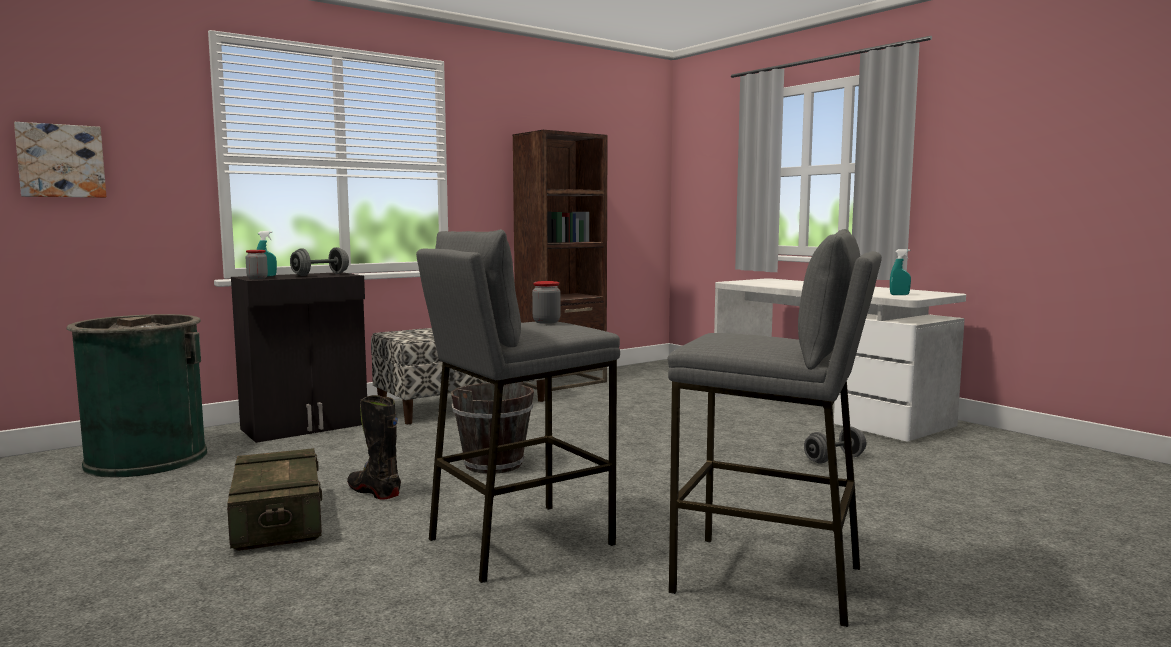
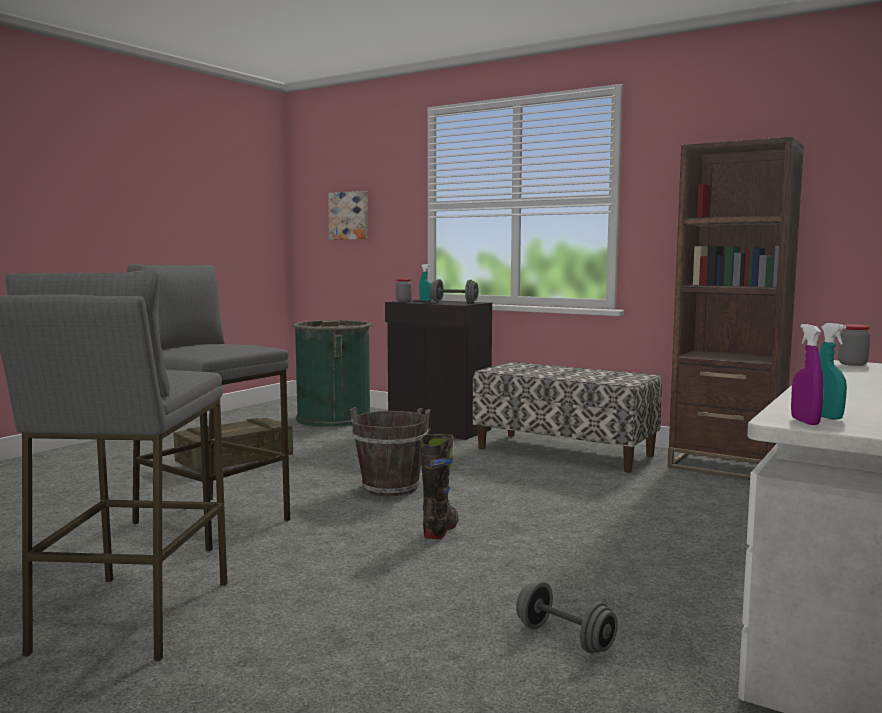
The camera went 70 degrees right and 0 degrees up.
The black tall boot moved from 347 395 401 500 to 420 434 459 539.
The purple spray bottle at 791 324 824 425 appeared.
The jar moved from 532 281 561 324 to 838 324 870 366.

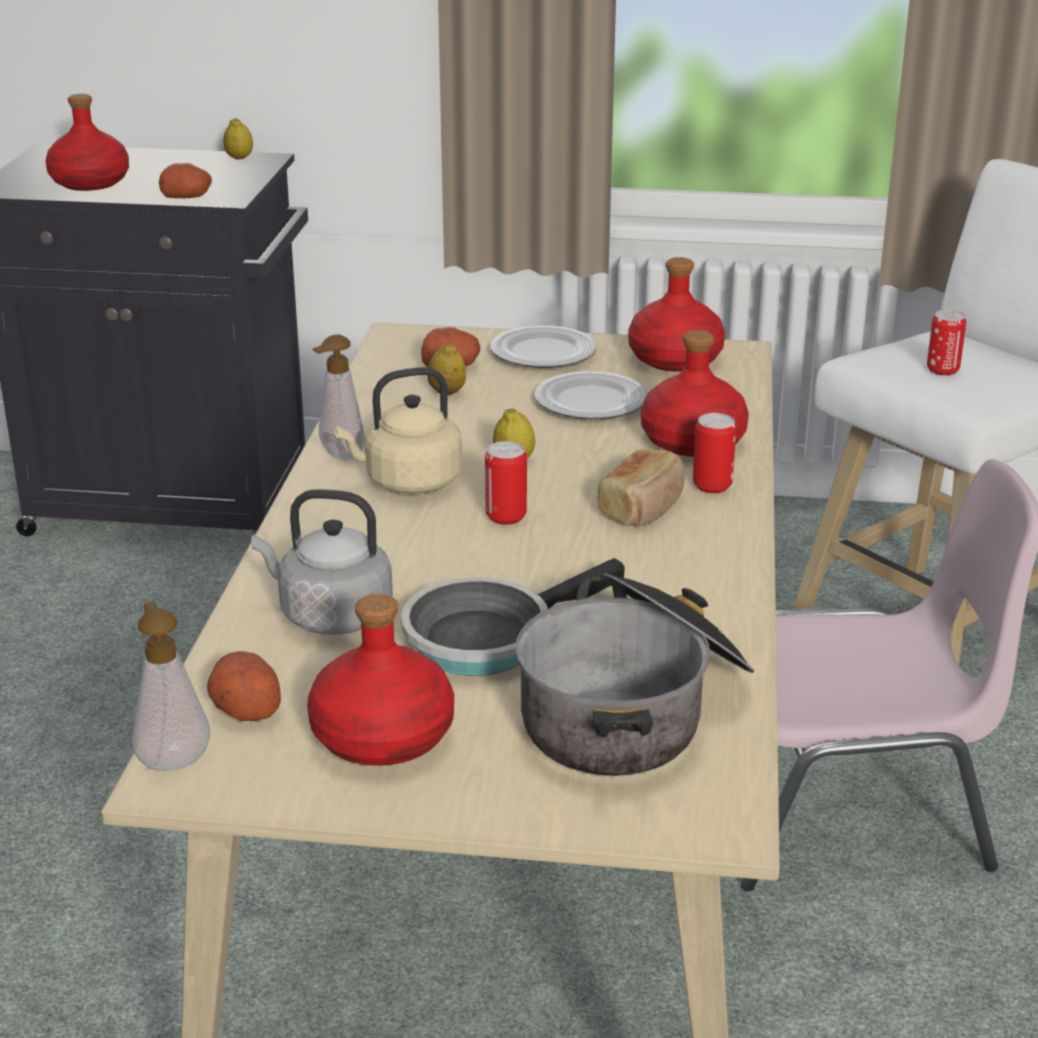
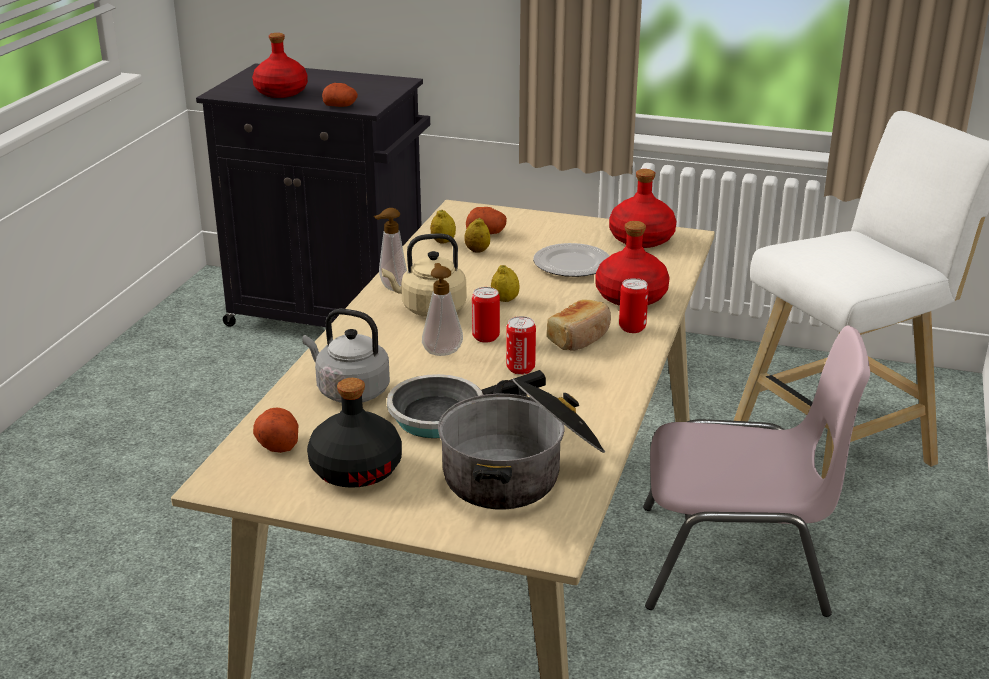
The camera went 10 degrees right and 0 degrees up.
The reddish beverage bottle at 307 594 454 766 became the black beverage bottle at 307 378 402 488.
The soap dispenser moved from 132 601 210 771 to 422 263 463 356.
The citrus fruit moved from 223 118 253 159 to 430 210 456 244.
The can moved from 927 310 966 376 to 506 316 536 375.
The plate at 491 325 597 368 disappeared.

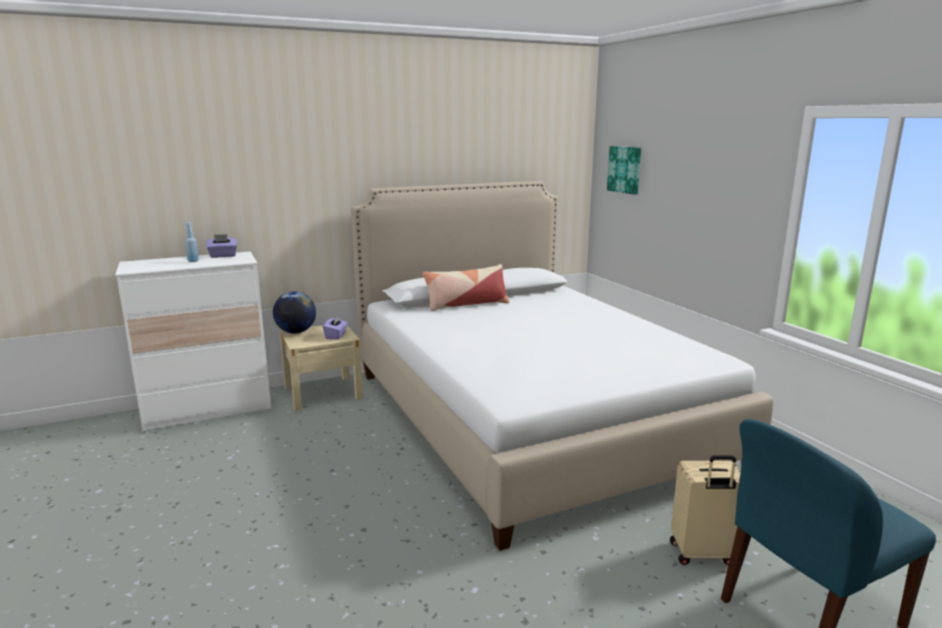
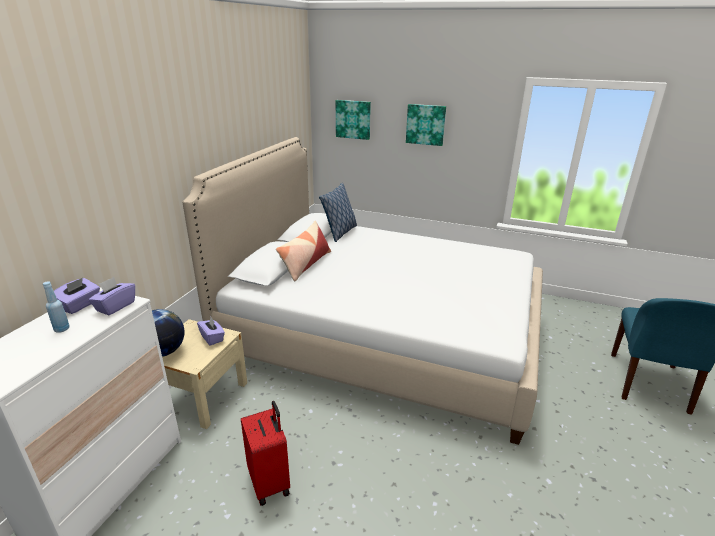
The camera went 45 degrees left and 10 degrees up.
The purple box of tissues at 88 277 135 315 appeared.
The reddish travel case at 241 401 290 506 appeared.
The throw pillow at 319 183 357 242 appeared.
The wall picture at 406 104 446 146 appeared.
The beige travel case at 670 455 741 565 disappeared.

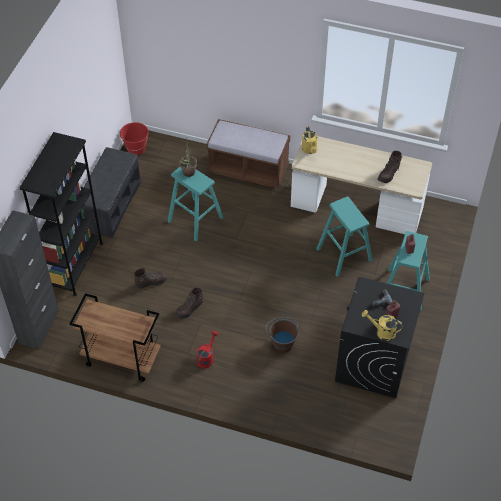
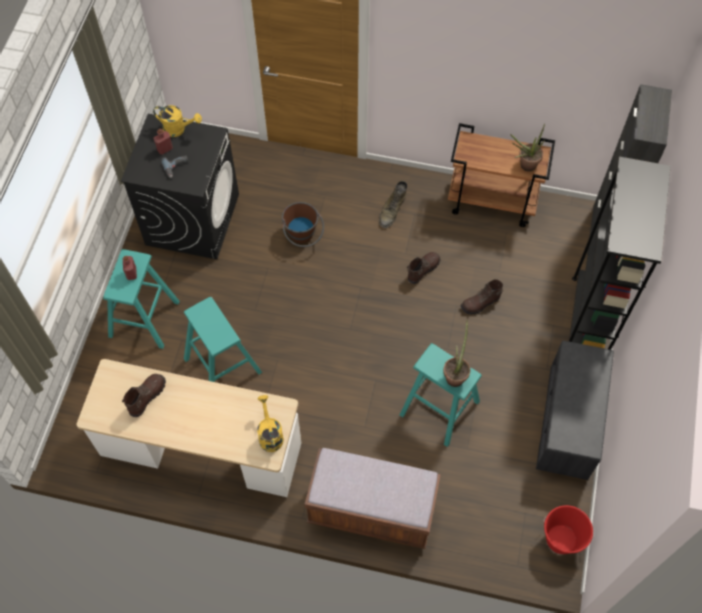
The camera went 175 degrees right and 10 degrees up.
The reddish sprinkling can at 196 331 218 368 was replaced by the green tall boot at 379 181 408 228.
The potted plant at 510 124 545 172 appeared.

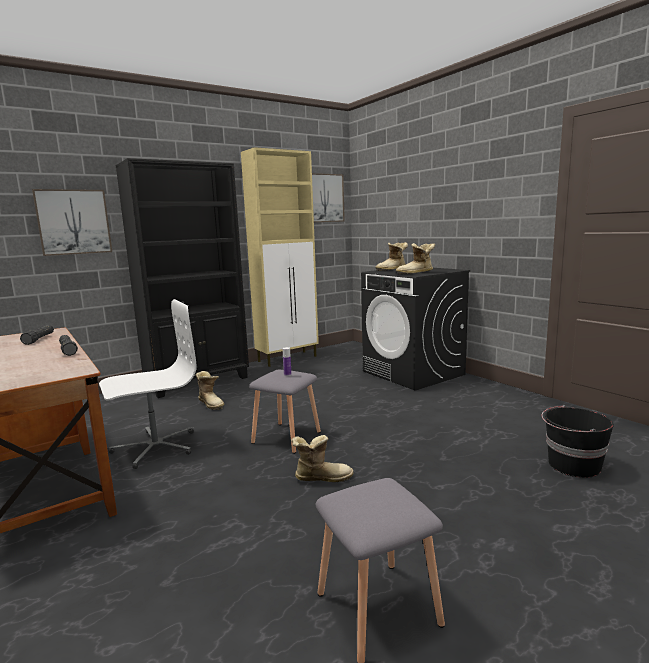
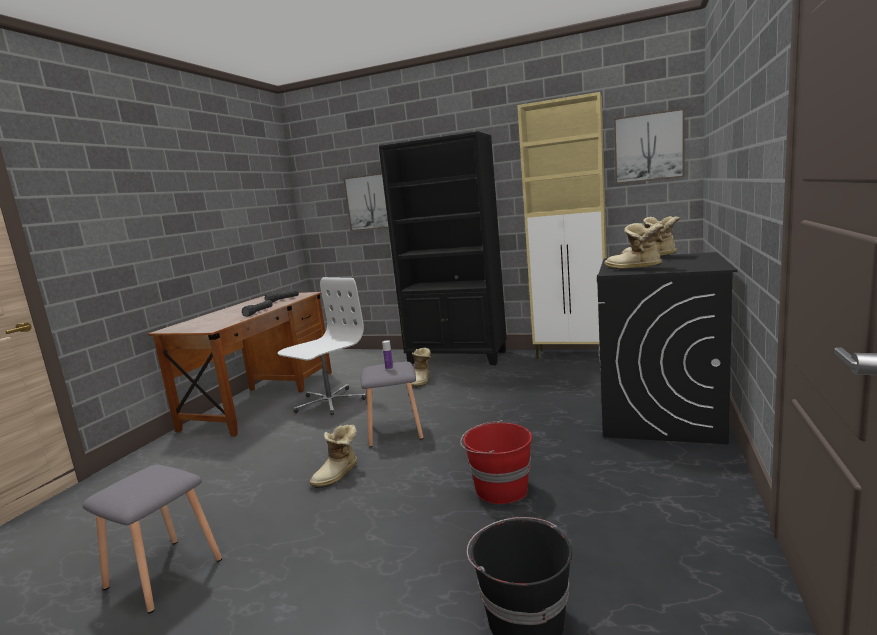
The camera went 55 degrees right and 0 degrees up.
The whitish desk chair at 99 299 197 469 turned 75 degrees counterclockwise.
The tall boot at 291 435 354 482 turned 75 degrees clockwise.
The reddish water bucket at 460 420 532 504 appeared.

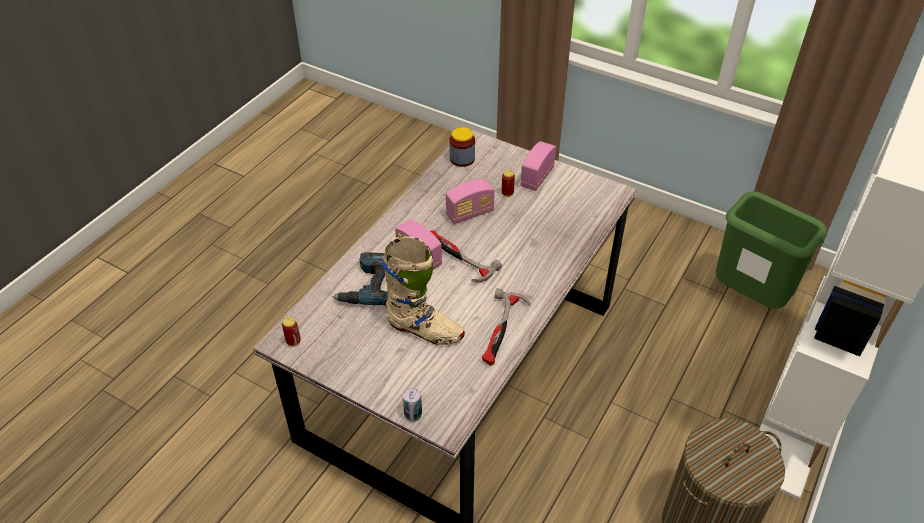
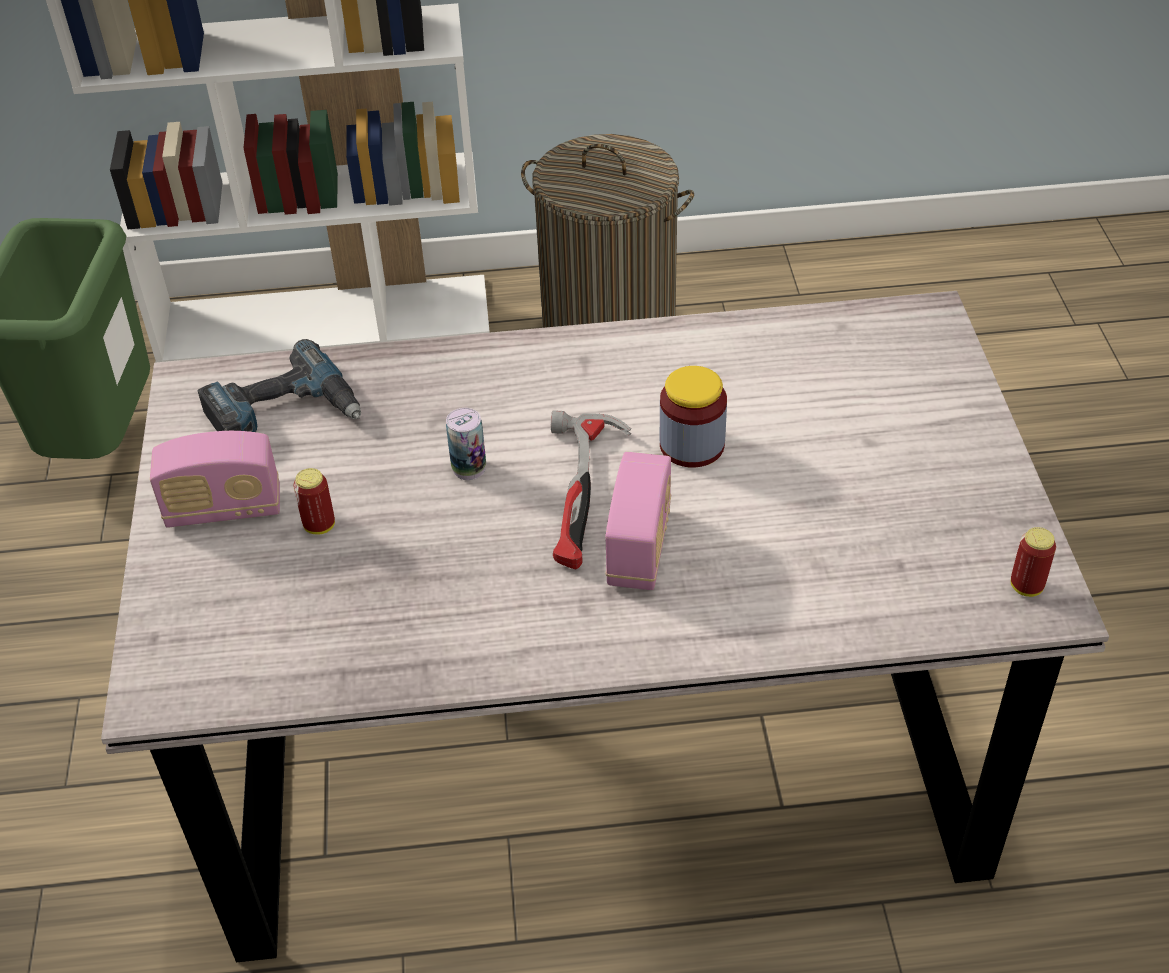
The camera went 125 degrees left and 0 degrees up.
The power drill moved from 332 252 388 306 to 198 339 361 432.
The can moved from 403 388 422 422 to 446 408 486 480.
The jar moved from 449 127 475 167 to 660 366 727 467.
The beige tall boot at 382 236 465 345 disappeared.
The radio receiver at 446 179 495 224 disappeared.
The tool hammer at 482 288 531 366 disappeared.

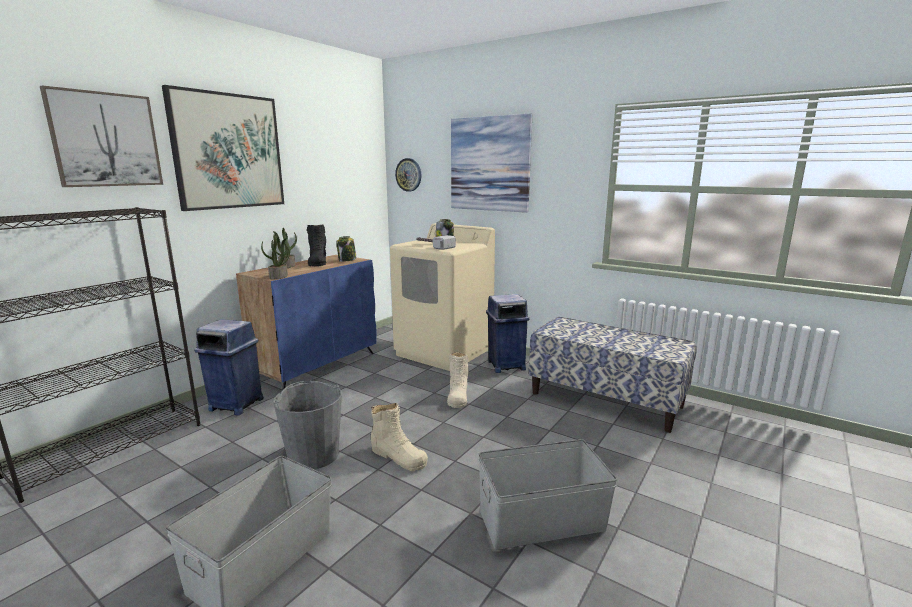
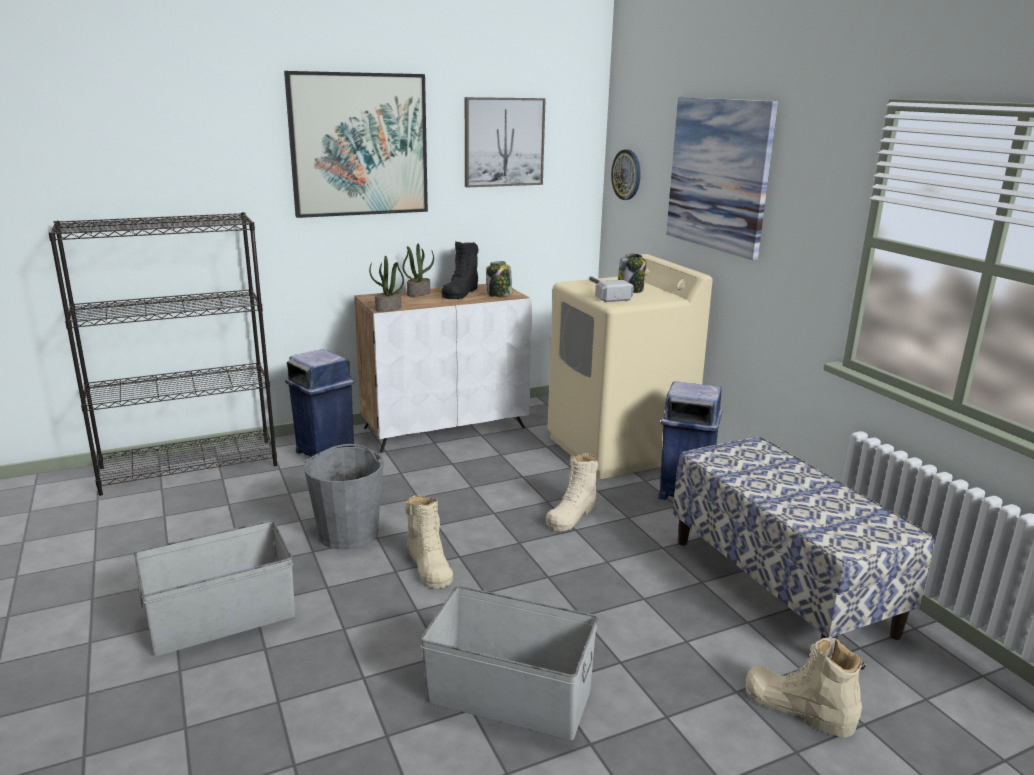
The camera went 30 degrees right and 5 degrees up.
The blue cabinet at 236 255 377 391 became the whitish cabinet at 354 284 532 452.
The wall picture moved from 40 85 163 187 to 465 97 546 187.
The beige tall boot at 745 638 866 738 appeared.

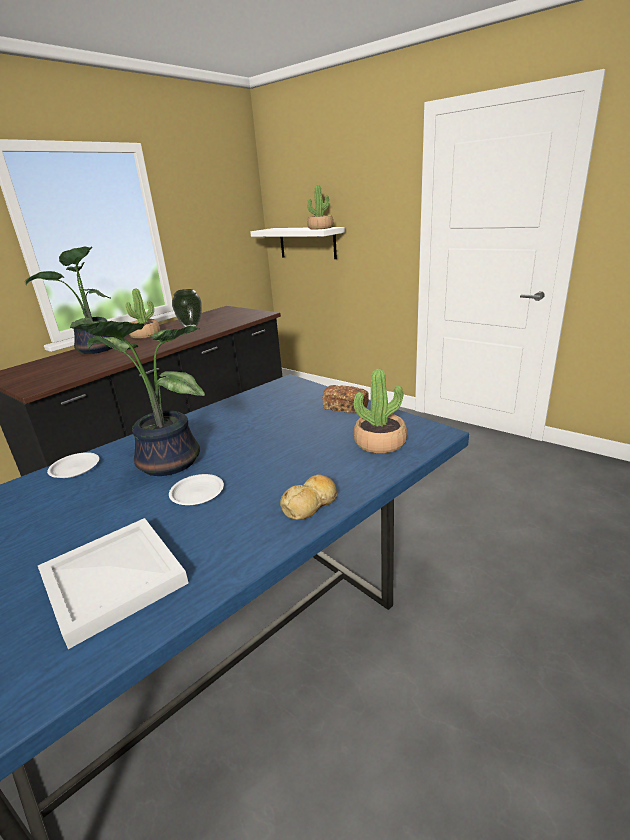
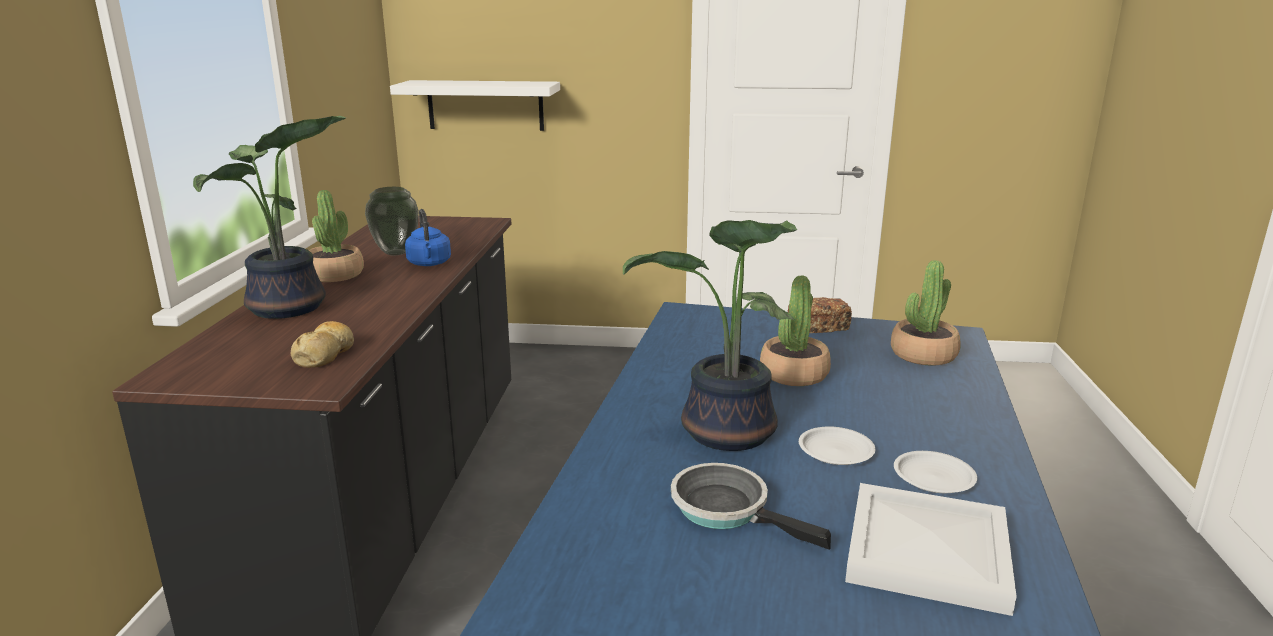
The camera went 35 degrees left and 5 degrees down.
The bread moved from 280 475 337 520 to 291 321 354 368.
The blue water kettle at 405 209 451 266 appeared.
The pan at 671 463 831 550 appeared.
The potted plant moved from 307 185 333 230 to 760 275 831 386.
The whitish plate moved from 47 452 99 478 to 894 451 977 493.

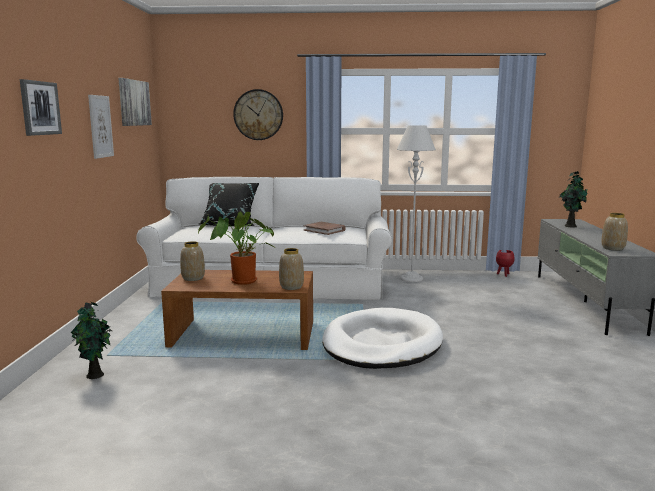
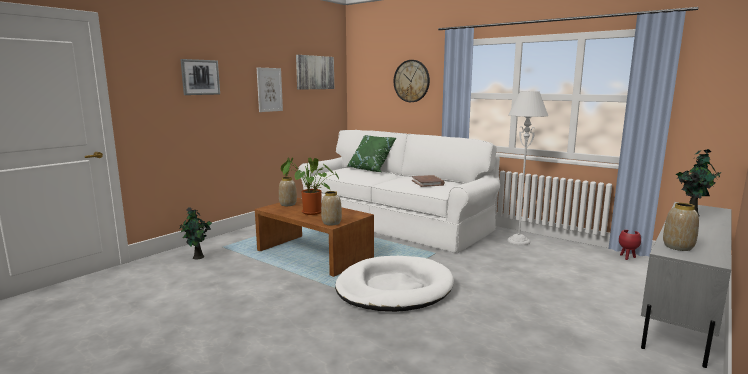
The camera went 35 degrees right and 0 degrees up.
The black throw pillow at 199 183 259 226 became the green throw pillow at 348 135 396 172.

